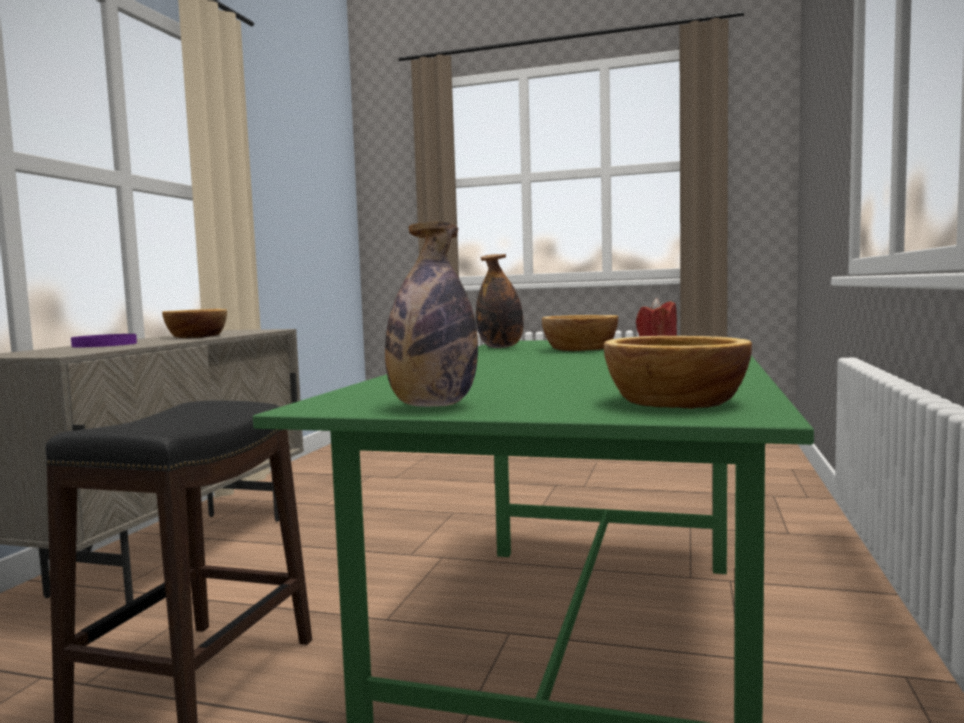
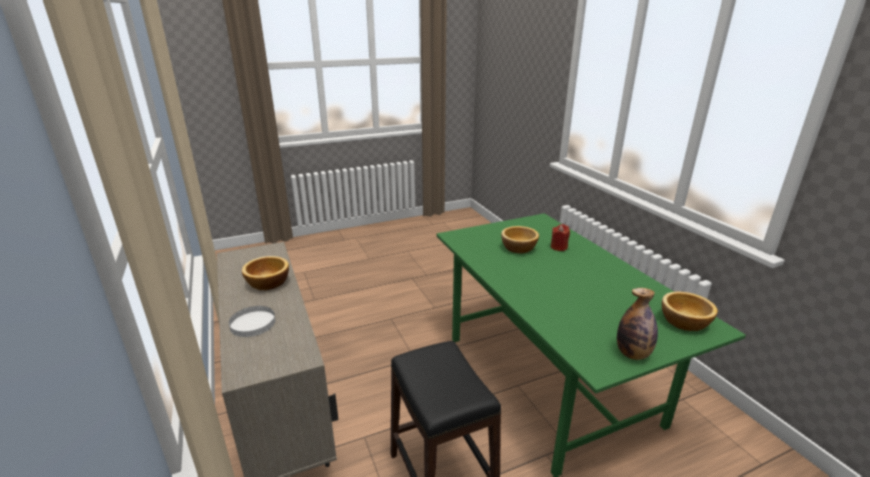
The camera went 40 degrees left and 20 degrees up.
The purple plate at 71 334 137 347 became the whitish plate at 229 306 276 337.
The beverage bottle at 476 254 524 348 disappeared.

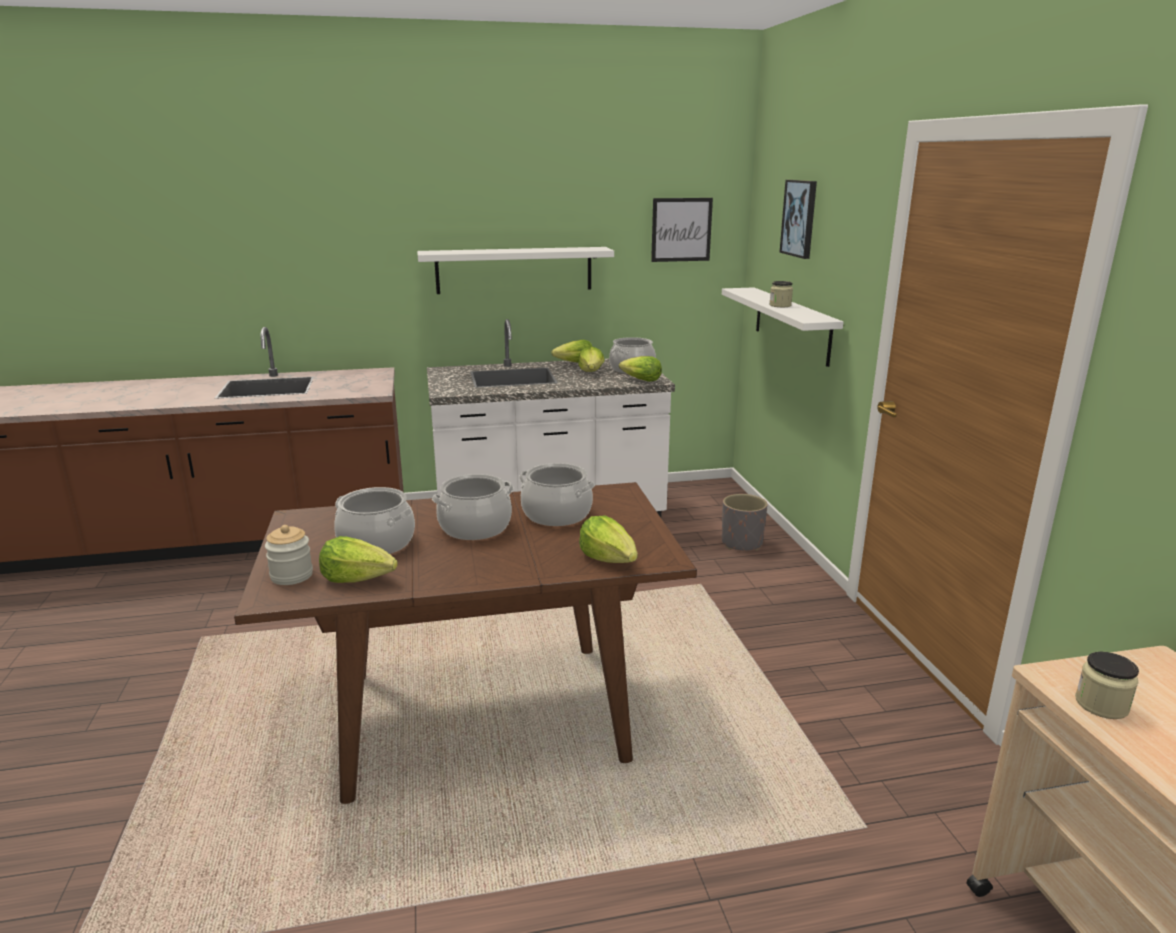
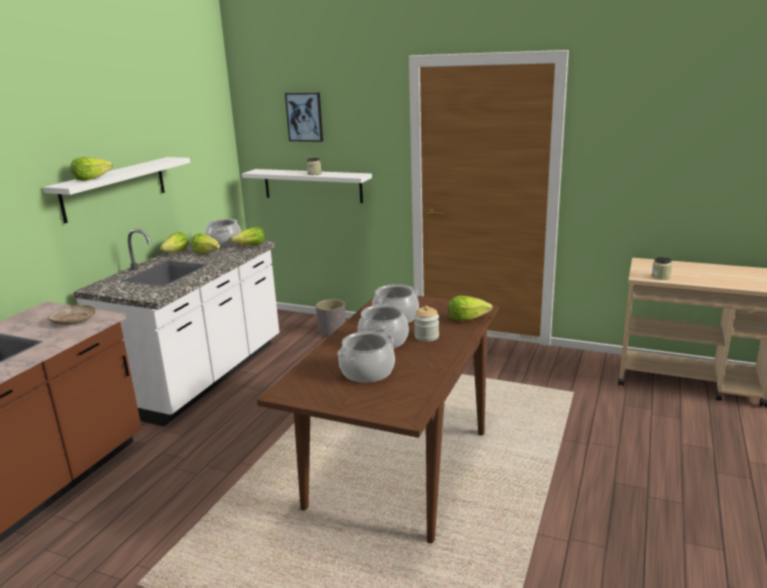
The camera went 55 degrees left and 0 degrees up.
The beige plate at 48 305 96 325 appeared.
The lettuce head moved from 319 536 398 583 to 70 157 113 181.
The jar moved from 265 525 313 585 to 414 306 439 342.
The wall picture at 651 198 713 262 disappeared.

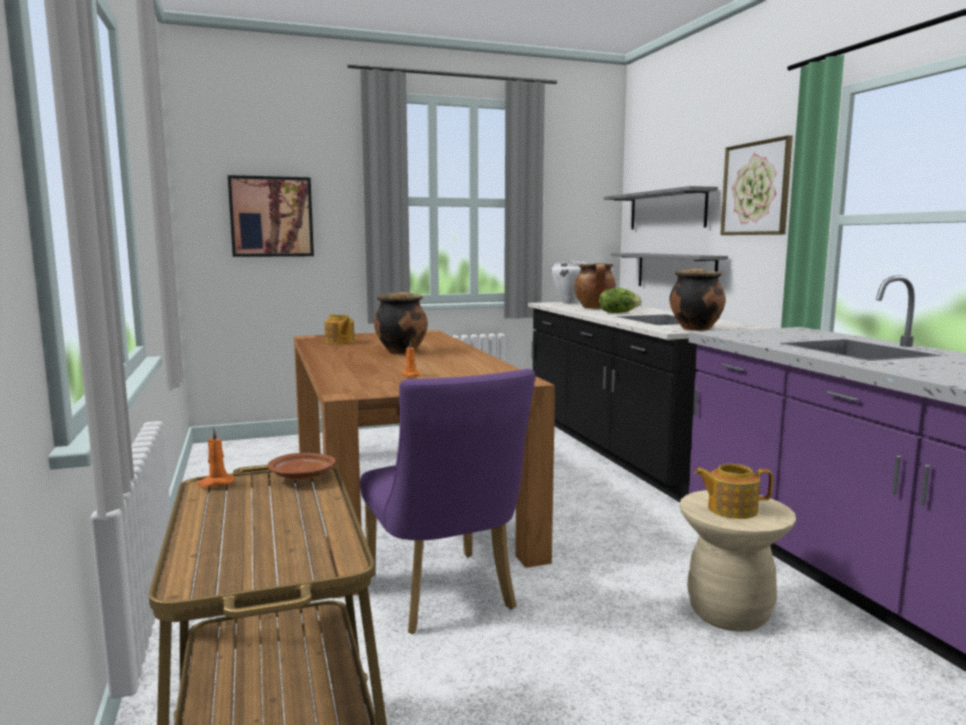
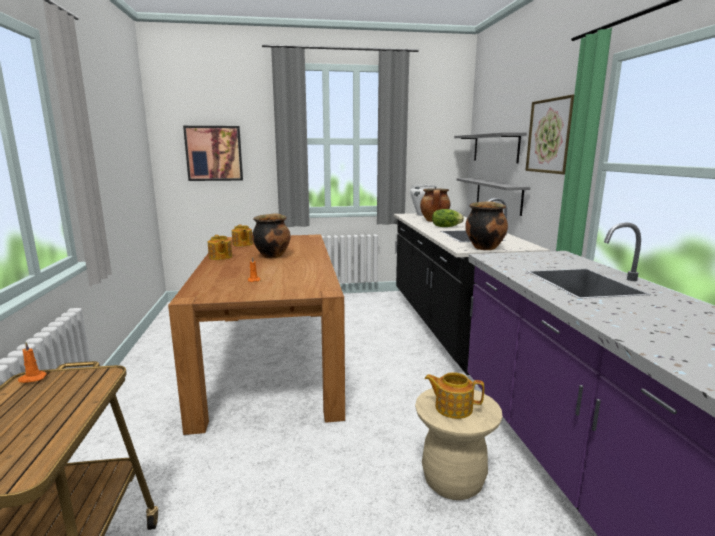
The camera went 10 degrees right and 5 degrees up.
The pot for tea at 208 235 232 260 appeared.
The brown-coloured plate at 267 453 336 480 disappeared.
The purple chair at 360 369 535 634 disappeared.

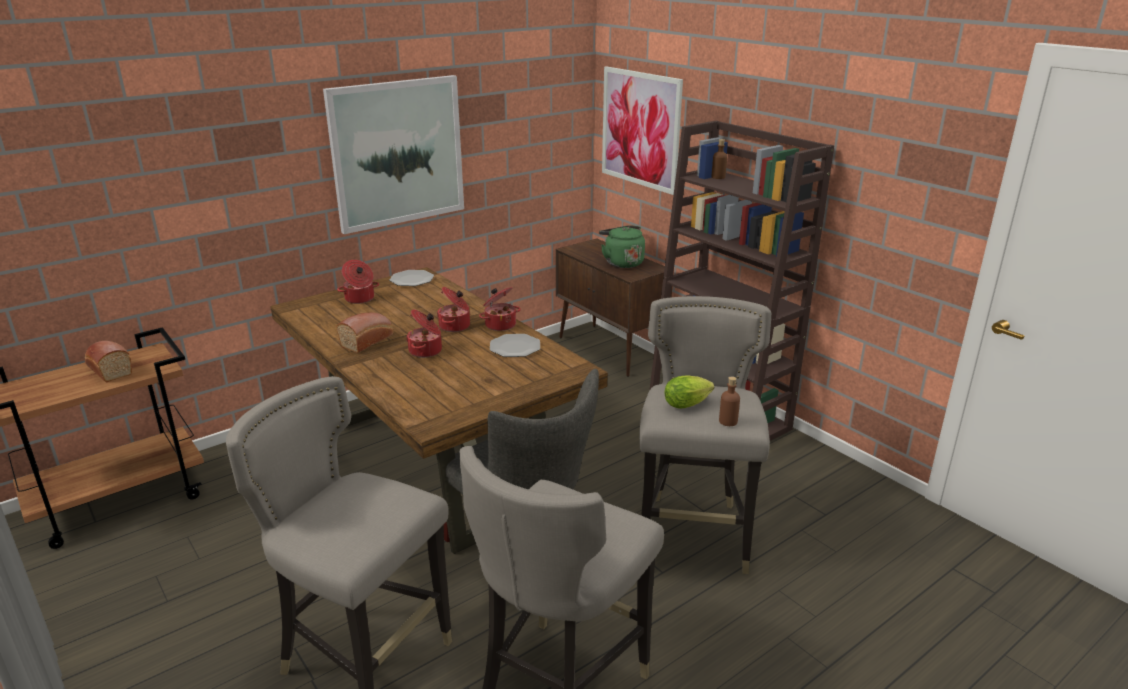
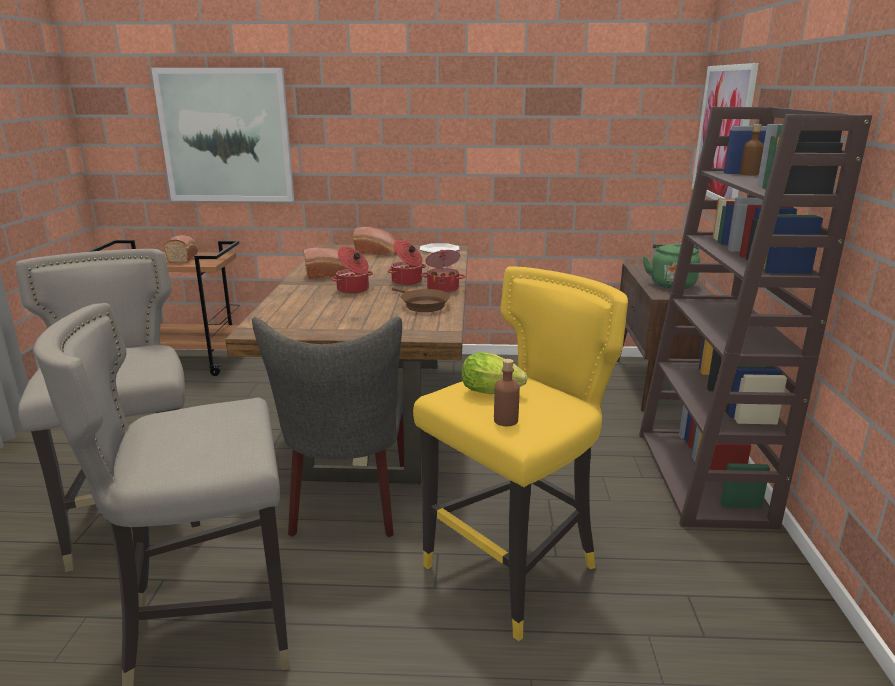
The camera went 40 degrees right and 5 degrees down.
The wall picture moved from 323 75 464 234 to 151 68 294 202.
The cooking pot at 337 260 379 304 was replaced by the bread at 353 227 398 256.
The plate at 490 334 540 357 was replaced by the brown-coloured pan at 392 287 450 312.
The greyish stool at 639 296 771 574 became the yellow-coloured stool at 413 266 628 641.

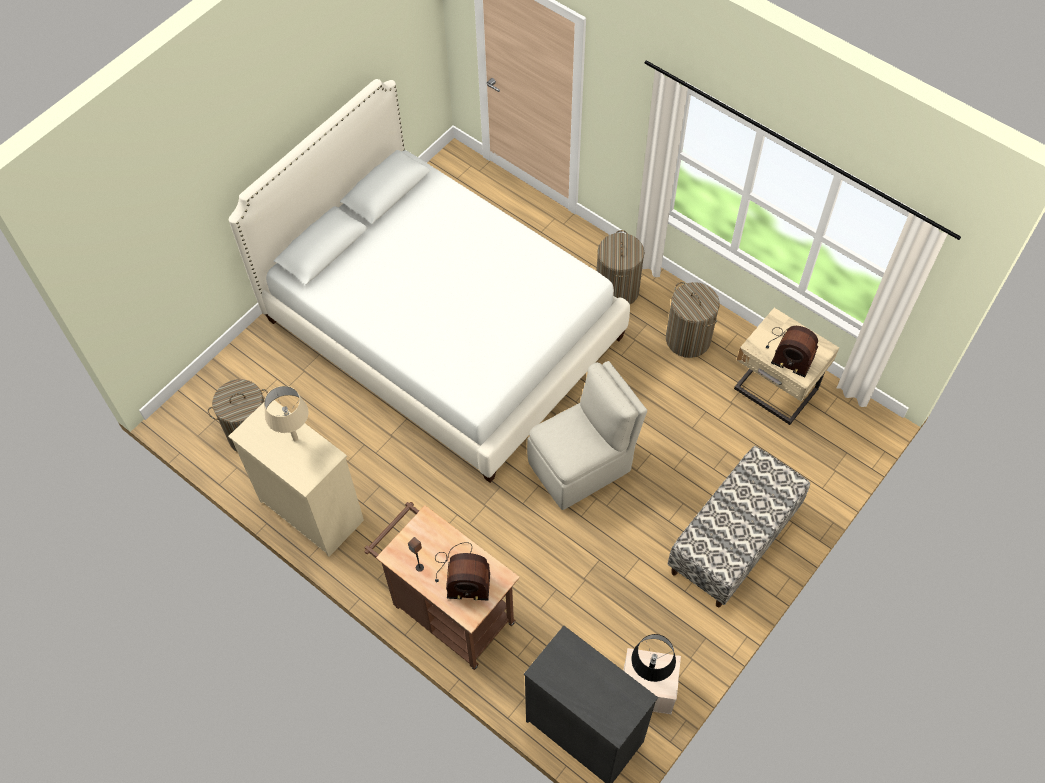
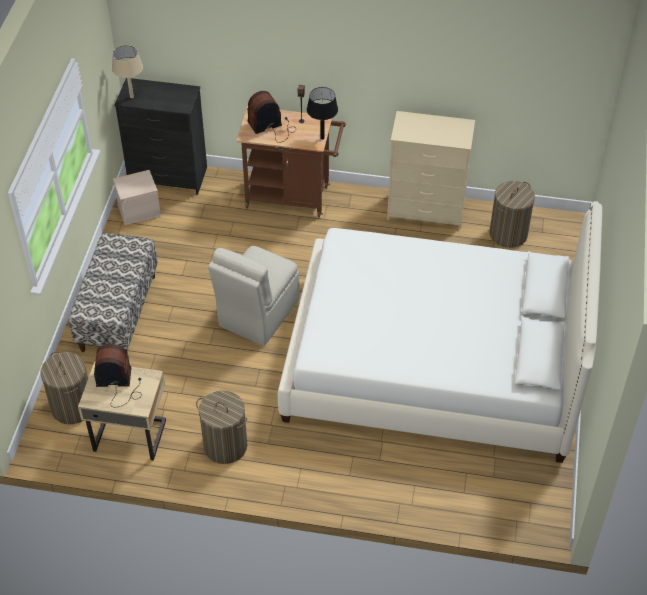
The camera went 150 degrees right and 10 degrees down.
The laundry basket moved from 596 230 645 304 to 40 351 88 424.
The beige table lamp moved from 264 386 309 442 to 112 45 143 98.
The black table lamp moved from 631 634 676 682 to 307 87 338 140.

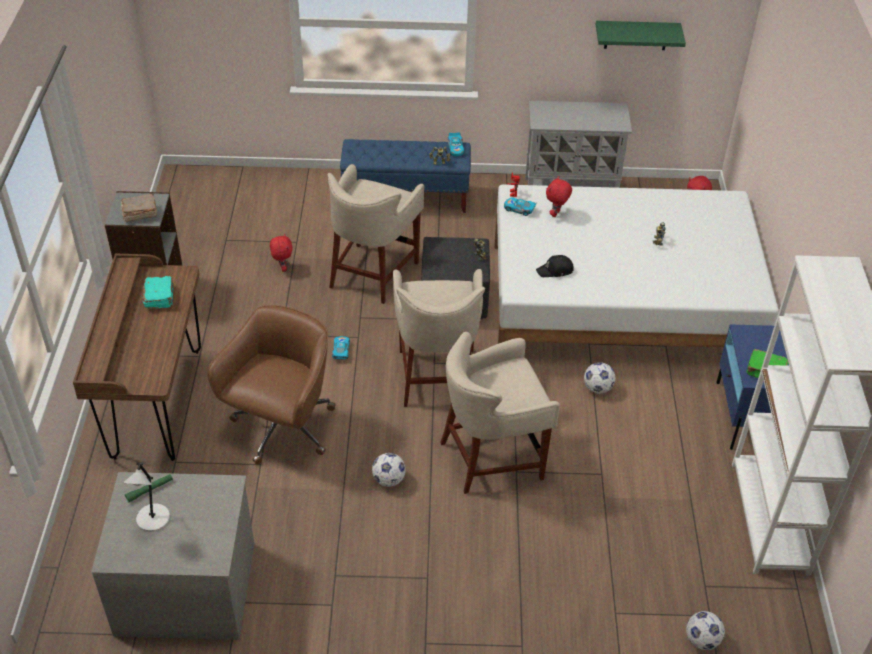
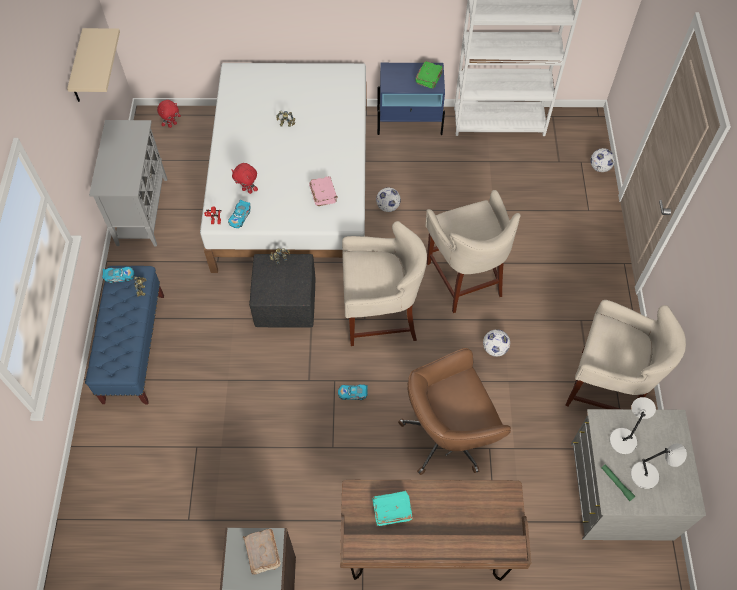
The camera went 90 degrees left and 15 degrees up.
The green bracket shelf at 596 21 686 50 became the beige bracket shelf at 67 28 120 102.
The black cap at 536 255 574 277 was replaced by the pinkish volume at 309 176 338 206.
The brown-coloured desk chair at 207 305 336 464 turned 45 degrees counterclockwise.
The beige stool moved from 327 164 424 304 to 565 300 686 409.
The greyish table lamp at 610 397 656 454 appeared.
The reddish soft toy at 270 233 293 272 disappeared.

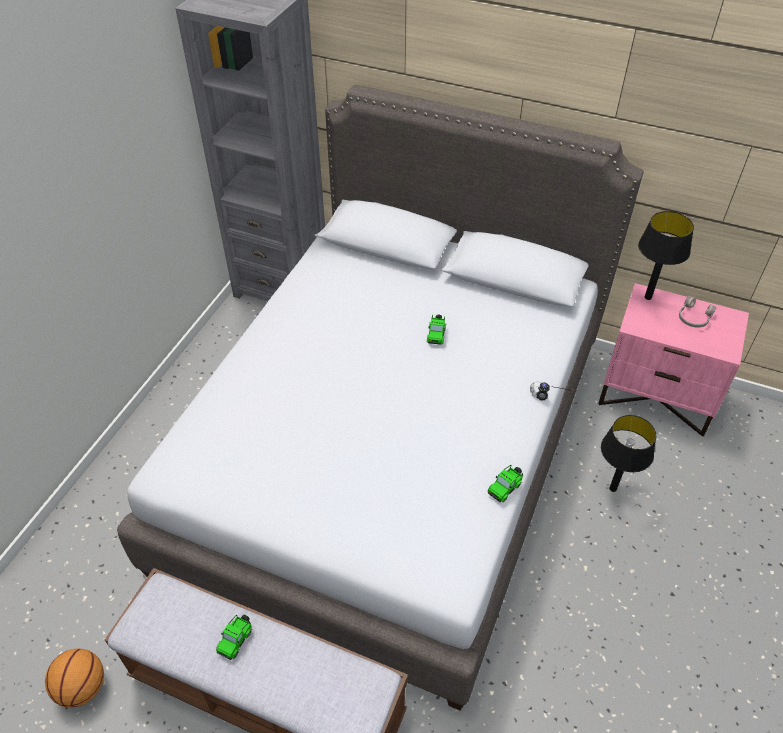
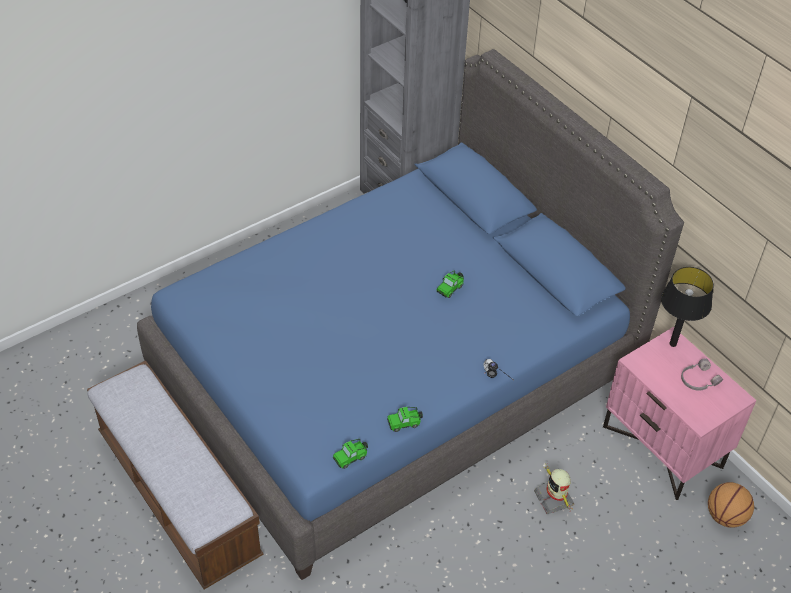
The camera went 30 degrees right and 0 degrees up.
The greyish bedroom bed at 117 85 644 710 became the blue bedroom bed at 137 49 684 580.
The toy car moved from 216 615 253 660 to 333 439 368 469.
The black table lamp at 601 415 656 492 was replaced by the toy robot at 534 463 574 514.
The basketball moved from 45 649 104 708 to 708 482 754 528.

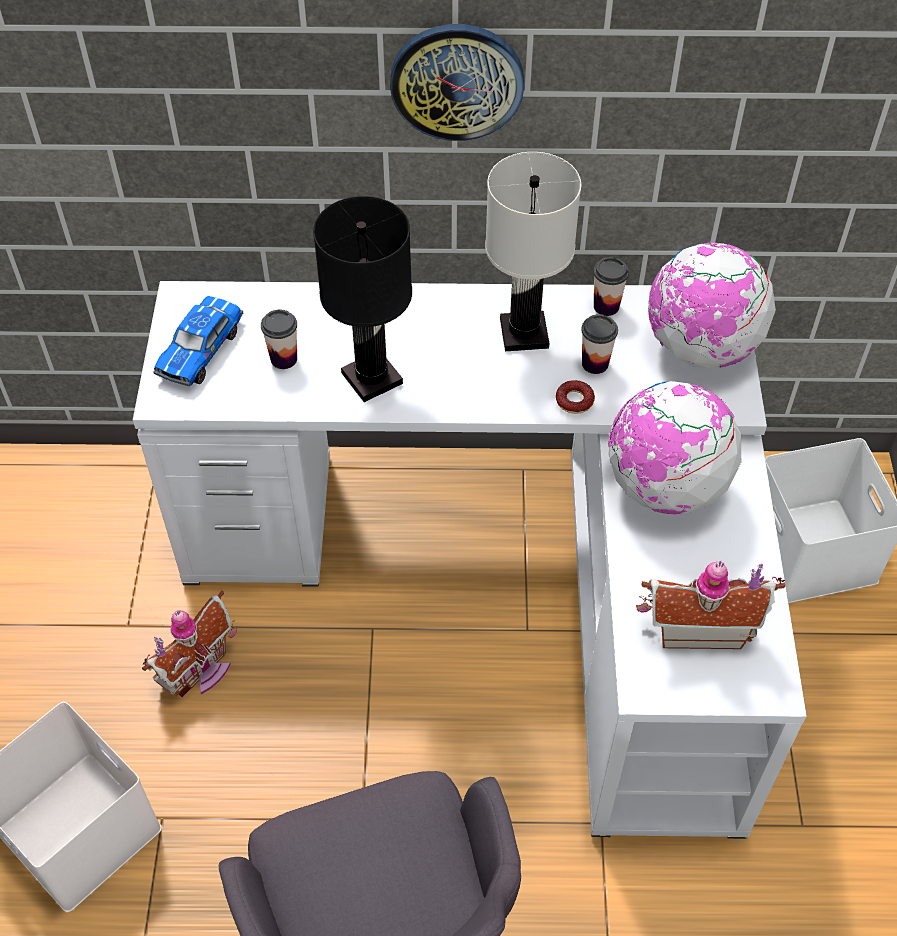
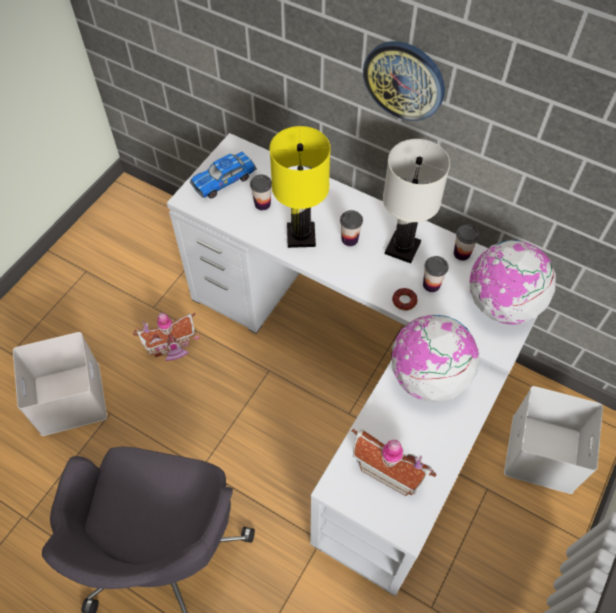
The camera went 30 degrees right and 5 degrees up.
The black table lamp at 313 196 412 402 became the yellow-coloured table lamp at 269 126 331 248.
The cup at 340 210 363 246 appeared.

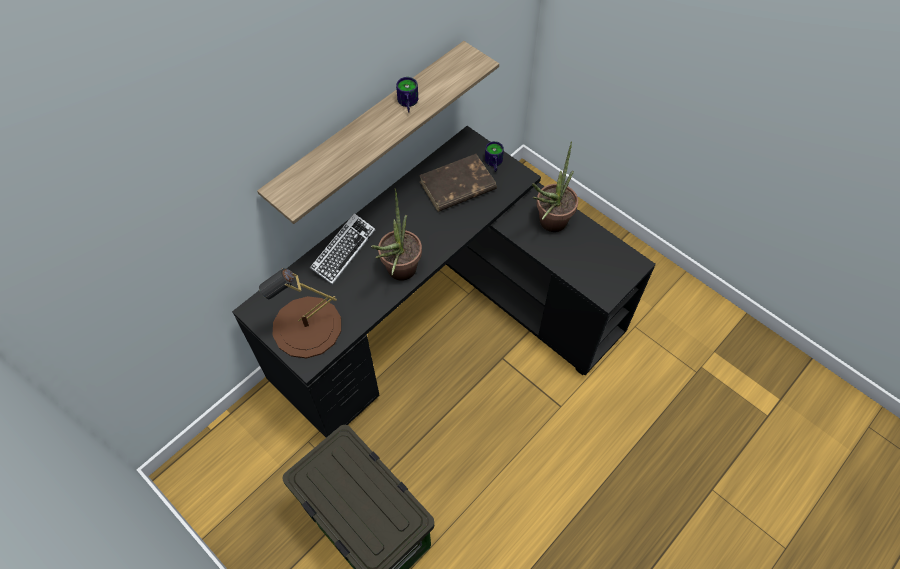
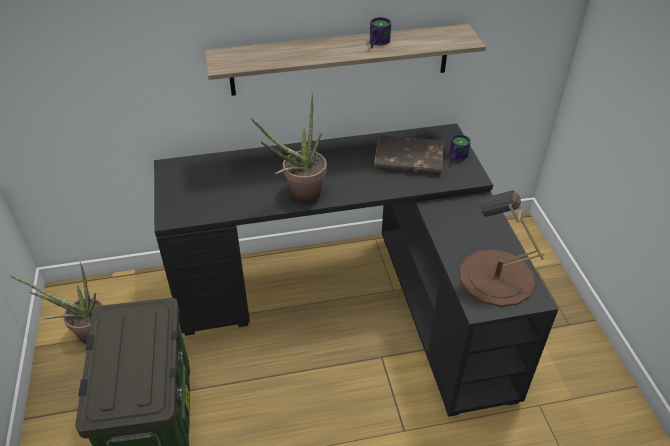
The camera went 35 degrees right and 15 degrees down.
The potted plant moved from 532 141 578 232 to 10 262 103 344.
The brown-coloured table lamp moved from 259 268 341 358 to 460 190 545 307.
The PC keyboard at 310 213 375 285 disappeared.

